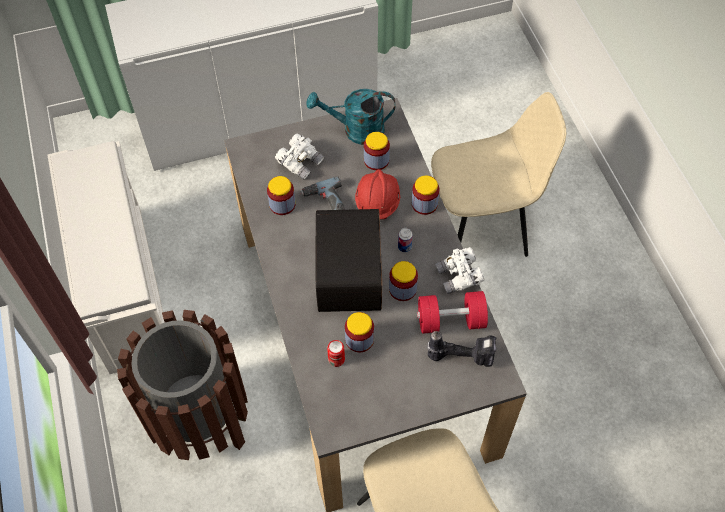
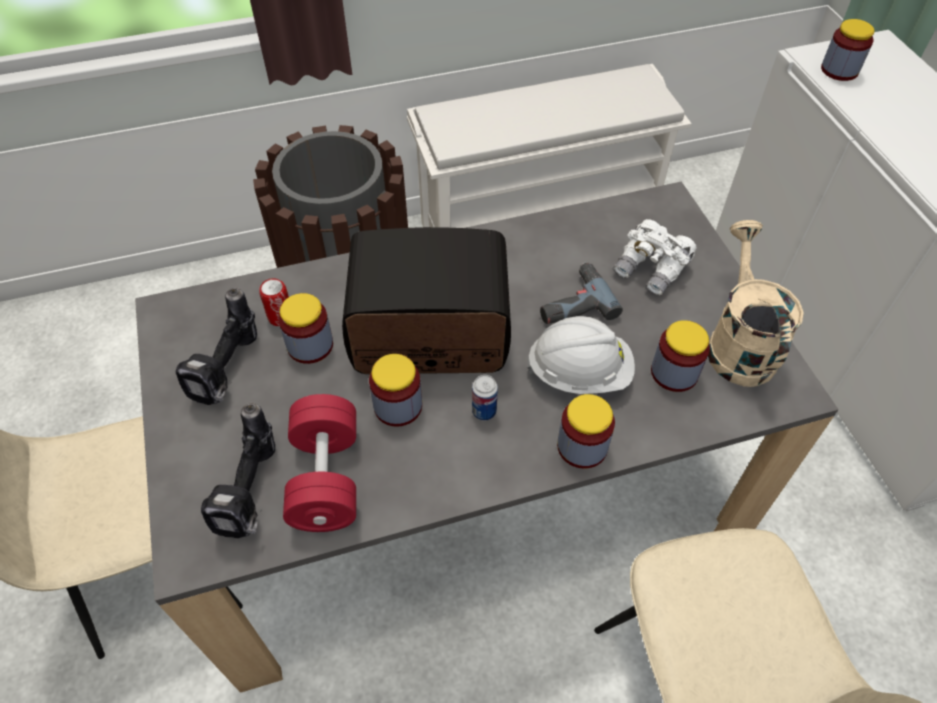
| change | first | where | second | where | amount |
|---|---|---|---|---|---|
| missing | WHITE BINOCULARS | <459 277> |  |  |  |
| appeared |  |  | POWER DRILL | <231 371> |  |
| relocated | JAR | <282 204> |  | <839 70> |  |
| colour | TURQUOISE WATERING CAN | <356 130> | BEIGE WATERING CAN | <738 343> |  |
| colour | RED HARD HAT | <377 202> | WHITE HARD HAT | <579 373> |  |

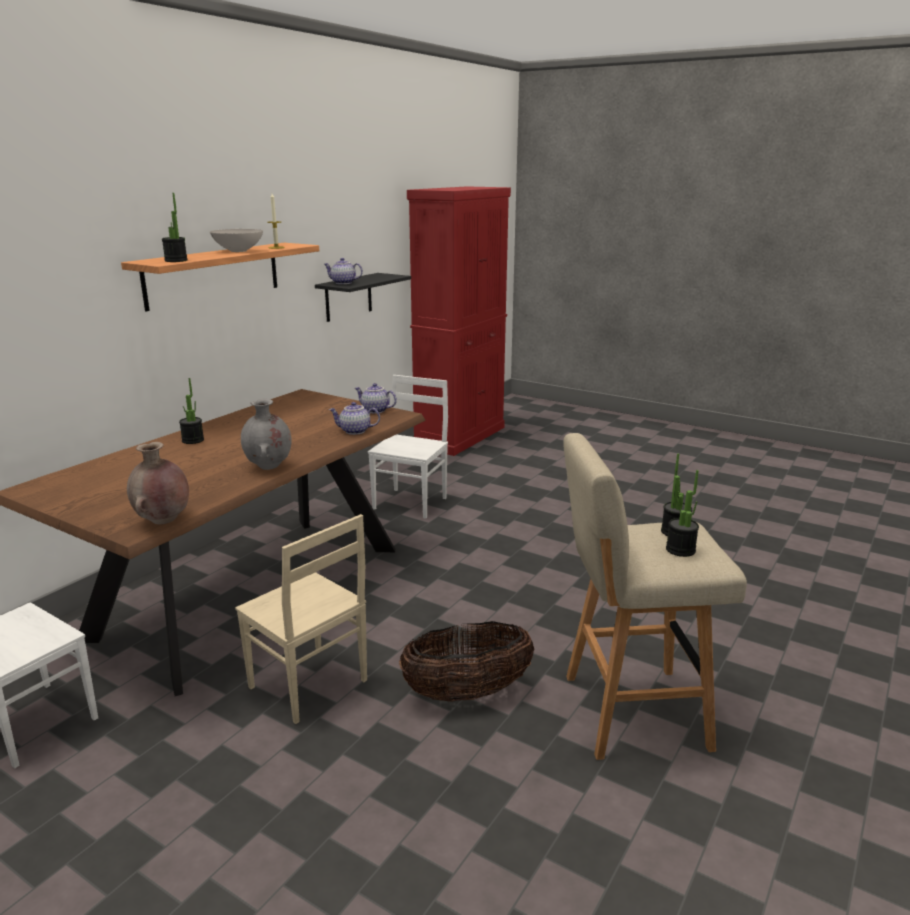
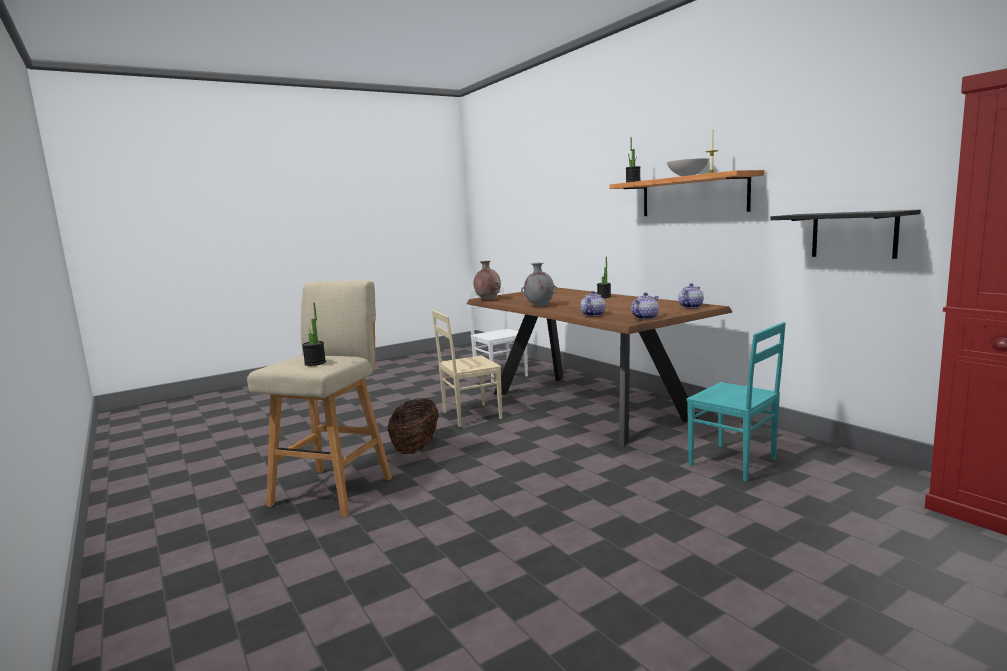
| change | first | where | second | where | amount |
|---|---|---|---|---|---|
| missing | POTTED PLANT | <680 550> |  |  |  |
| relocated | TEAPOT | <343 283> |  | <690 307> |  |
| colour | WHITE CHAIR | <411 503> | TURQUOISE CHAIR | <733 463> |  |

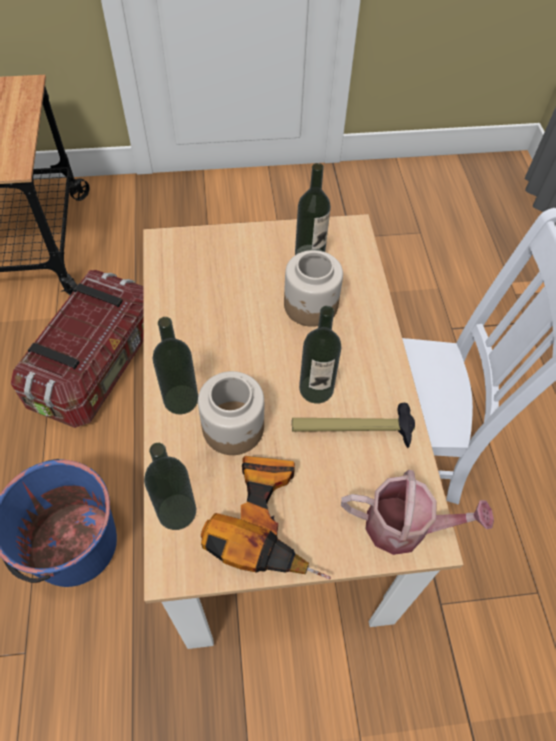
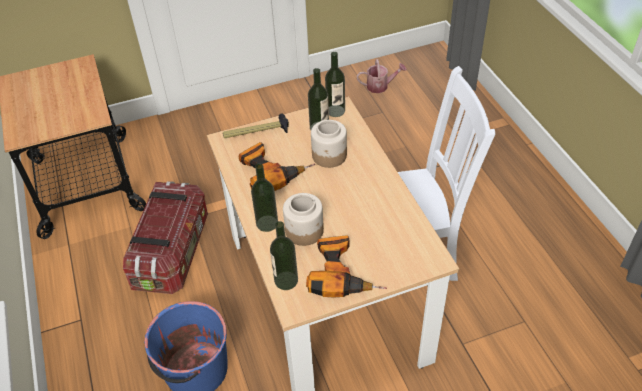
| change | first | where | second | where | amount |
|---|---|---|---|---|---|
| appeared |  |  | POWER DRILL | <271 171> |  |
| relocated | HAMMER | <352 429> |  | <256 132> |  |
| relocated | BOTTLE | <316 389> |  | <335 111> |  |
| relocated | WATERING CAN | <405 526> |  | <380 86> |  |

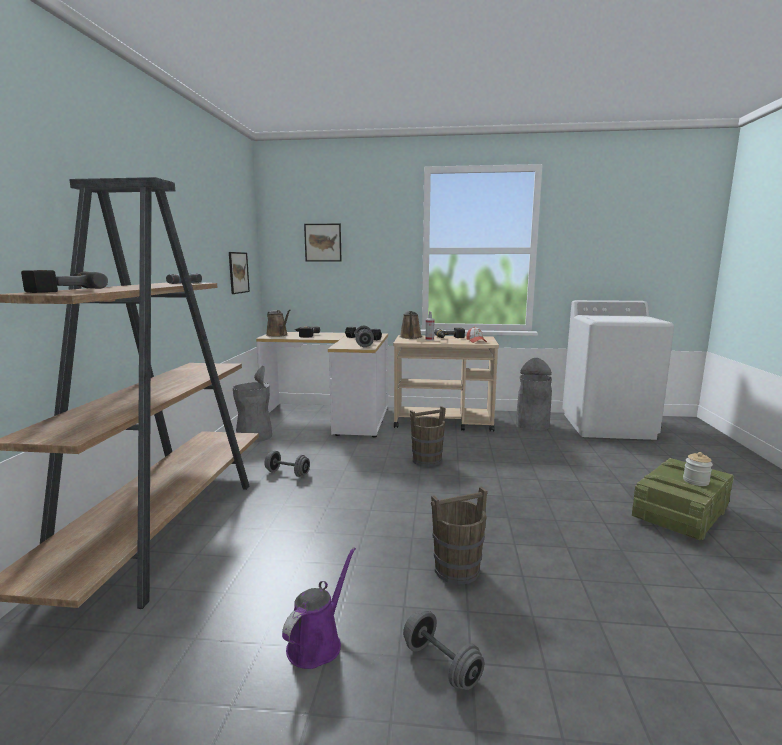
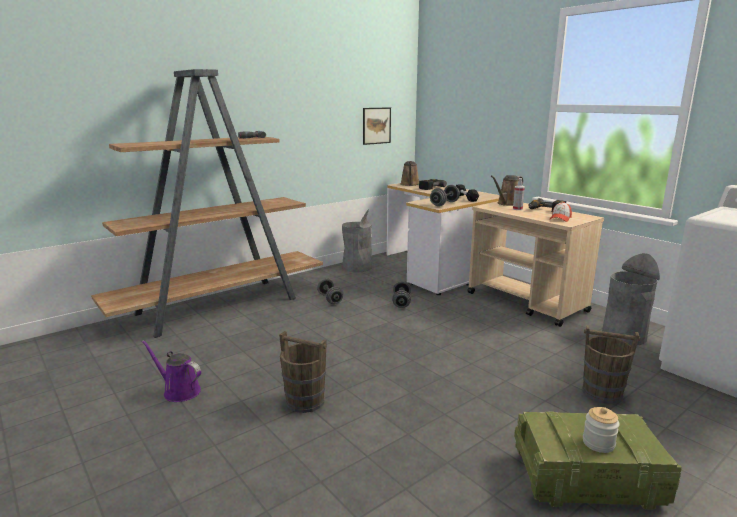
| change | first | where | second | where | amount |
|---|---|---|---|---|---|
| missing | POWER DRILL | <63 291> |  |  |  |
| missing | PICTURE | <323 242> |  |  |  |
| relocated | GREY DUMBBELL | <441 665> |  | <401 302> |  |
| relocated | BROWN BUCKET | <427 460> |  | <602 393> |  |
| spun | PURPLE WATERING CAN | <317 643> |  | <179 391> | 135 degrees counterclockwise |

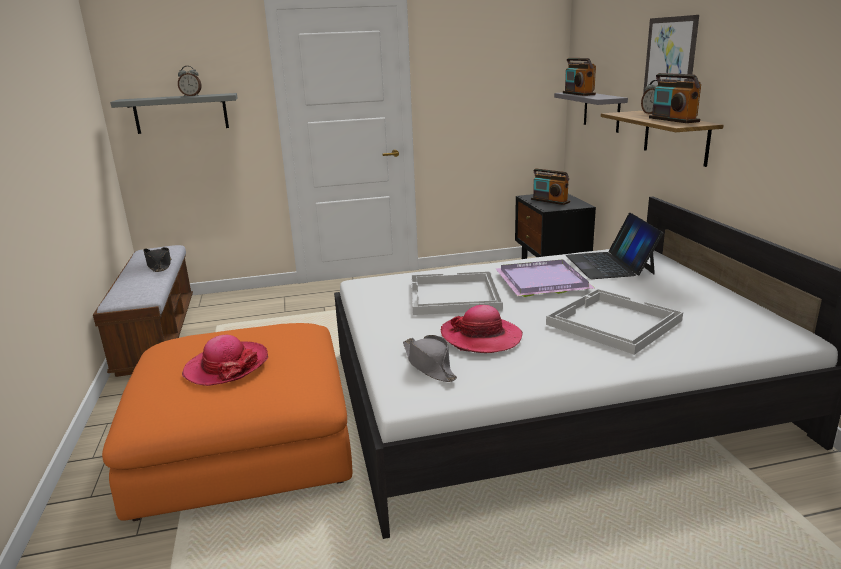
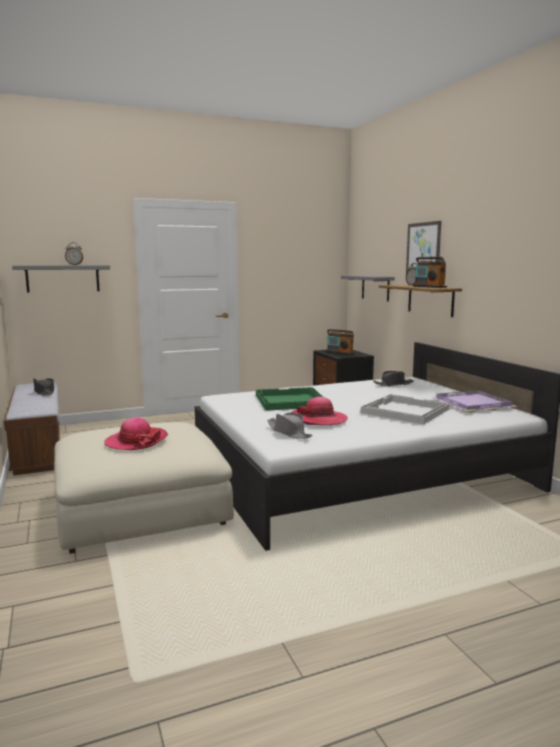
| change | first | where | second | where | amount |
|---|---|---|---|---|---|
| missing | RADIO | <578 94> |  |  |  |
| relocated | PURPLE TRAY | <541 282> |  | <472 404> |  |
| exchanged | LAPTOP | <610 264> | BLACK HAT | <393 384> |  |
| colour | ORANGE OTTOMAN | <245 444> | BEIGE OTTOMAN | <141 508> |  |
| colour | WHITE TRAY | <453 296> | GREEN TRAY | <290 401> |  |

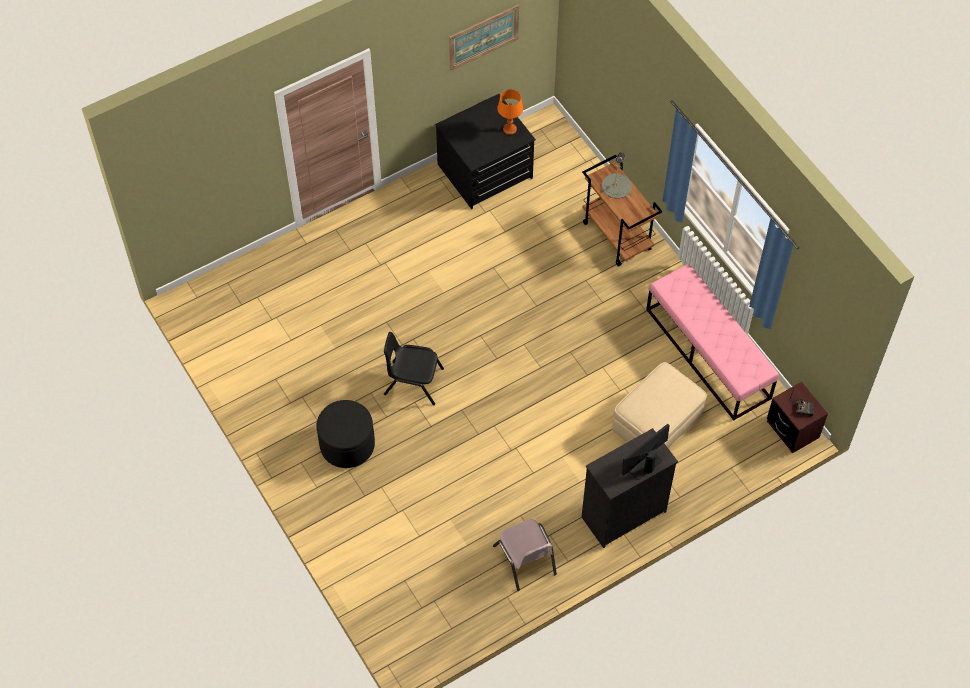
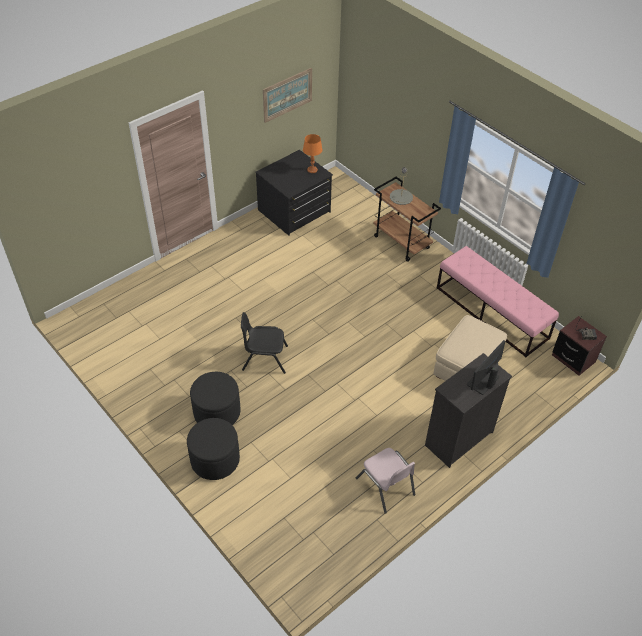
| change | first | where | second | where | amount |
|---|---|---|---|---|---|
| appeared |  |  | BLACK OTTOMAN | <215 459> |  |

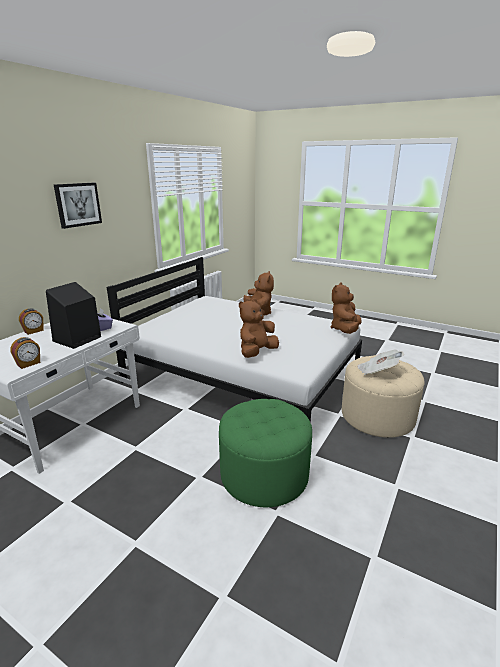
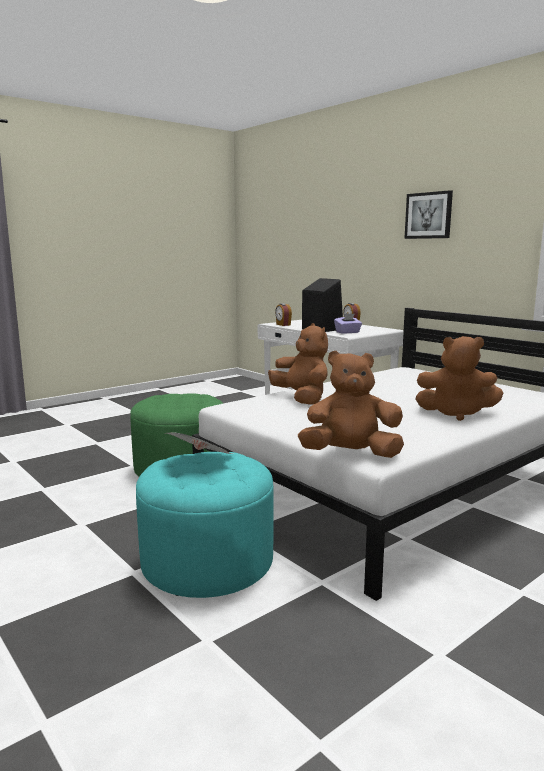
| change | first | where | second | where | amount |
|---|---|---|---|---|---|
| colour | BEIGE OTTOMAN | <377 416> | TURQUOISE OTTOMAN | <207 562> |  |
| spun | BROWN PLUSH TOY | <345 330> |  | <351 454> | 45 degrees counterclockwise |

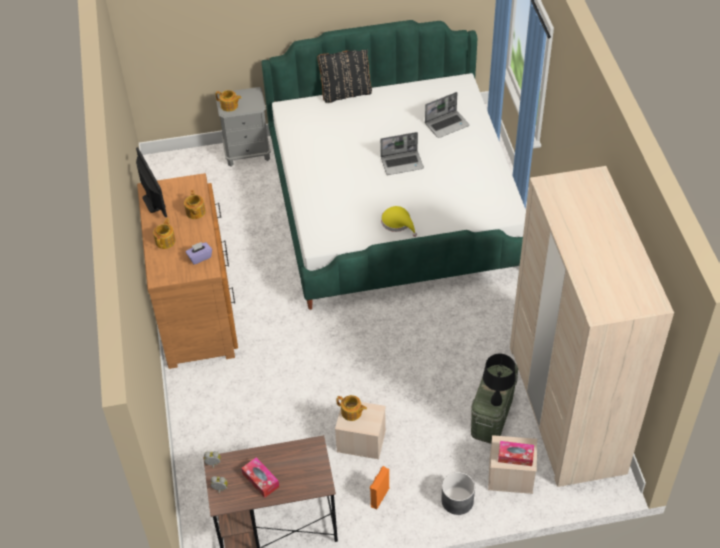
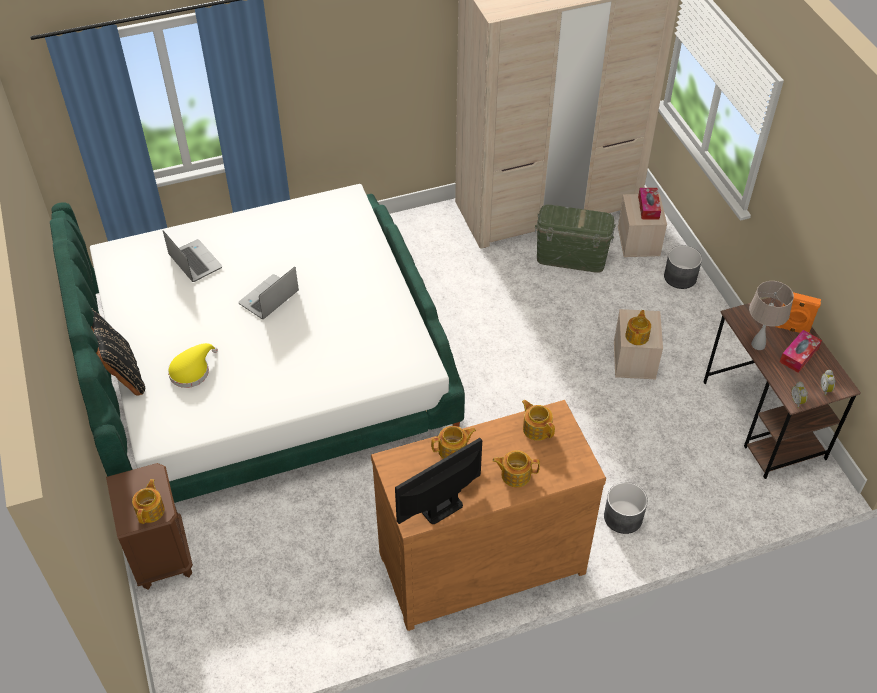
| change | first | where | second | where | amount |
|---|---|---|---|---|---|
| missing | BLACK TABLE LAMP | <496 401> |  |  |  |
| appeared |  |  | GREY PLANTER | <623 517> |  |
| appeared |  |  | BEIGE TABLE LAMP | <758 344> |  |
| relocated | ORANGE SPEAKER | <379 497> |  | <792 329> |  |
| relocated | YELLOW HAT | <398 223> |  | <192 370> |  |
| exchanged | PURPLE TISSUE BOX | <200 257> | TEAPOT | <536 428> |  |
| colour | GREY NIGHTSTAND | <247 152> | BROWN NIGHTSTAND | <161 555> |  |
| spun | LAPTOP | <402 163> |  | <269 299> | 120 degrees counterclockwise |

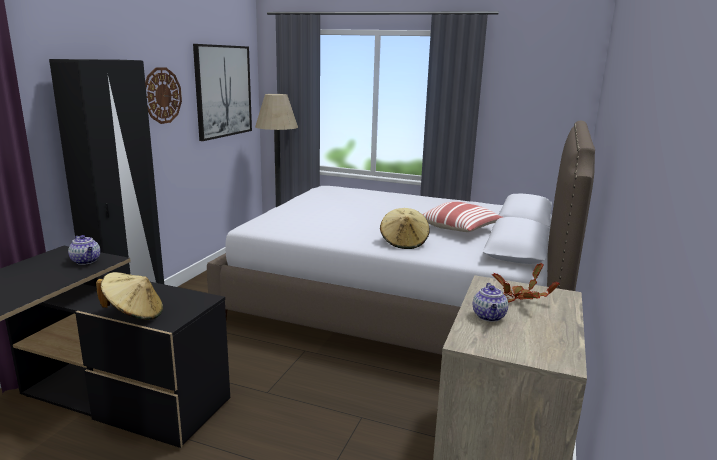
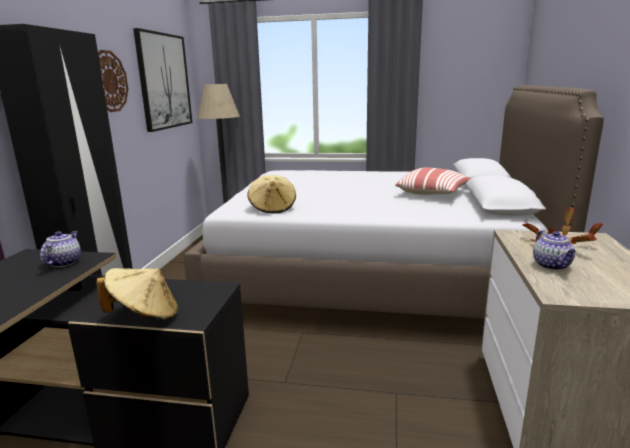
| change | first | where | second | where | amount |
|---|---|---|---|---|---|
| relocated | BEIGE HAT | <404 242> |  | <272 208> |  |
| spun | TEAPOT | <86 261> |  | <64 262> | 120 degrees counterclockwise |

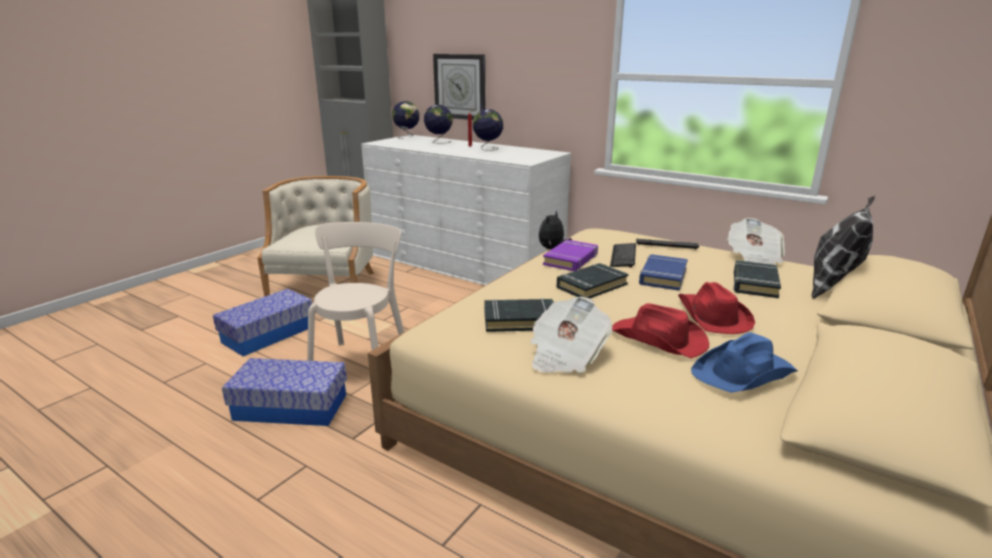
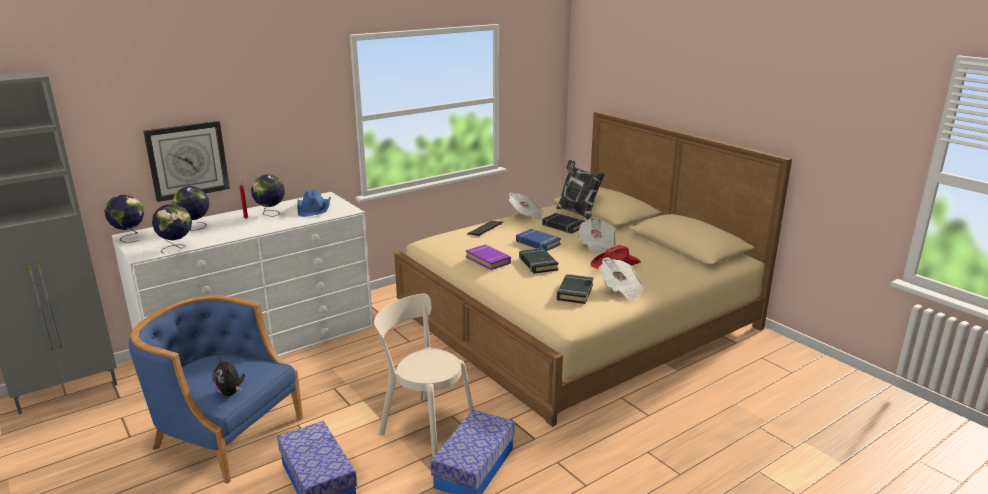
| change | first | where | second | where | amount |
|---|---|---|---|---|---|
| missing | KEYBOARD | <623 256> |  |  |  |
| appeared |  |  | GLOBE | <177 248> |  |
| relocated | PLUSH TOY | <552 248> |  | <230 393> |  |
| relocated | BLUE HAT | <744 373> |  | <314 208> |  |
| exchanged | RED HAT | <712 316> | NEWSPAPER | <596 246> |  |
| colour | BEIGE ARMCHAIR | <327 286> | BLUE ARMCHAIR | <224 434> |  |

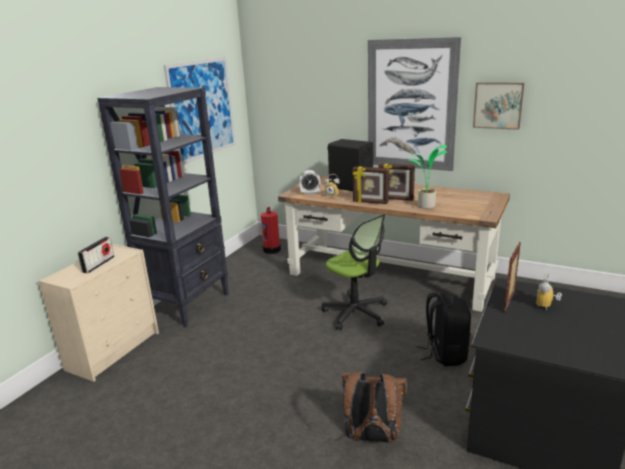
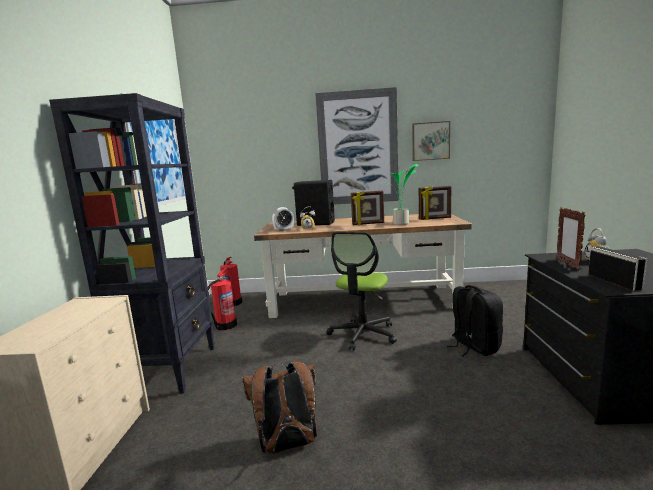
| change | first | where | second | where | amount |
|---|---|---|---|---|---|
| appeared |  |  | FIRE EXTINGUISHER | <225 326> |  |
| relocated | RADIO | <98 264> |  | <614 281> |  |
| relocated | BROWN BACKPACK | <372 437> |  | <287 445> |  |
| relocated | PICTURE FRAME | <370 202> |  | <435 218> |  |
| spun | OFFICE CHAIR | <356 313> |  | <363 334> | 90 degrees clockwise |

